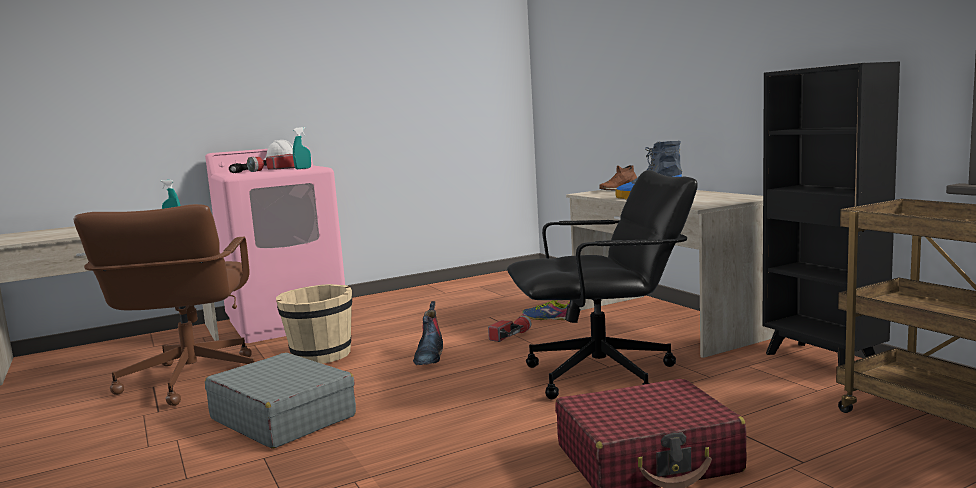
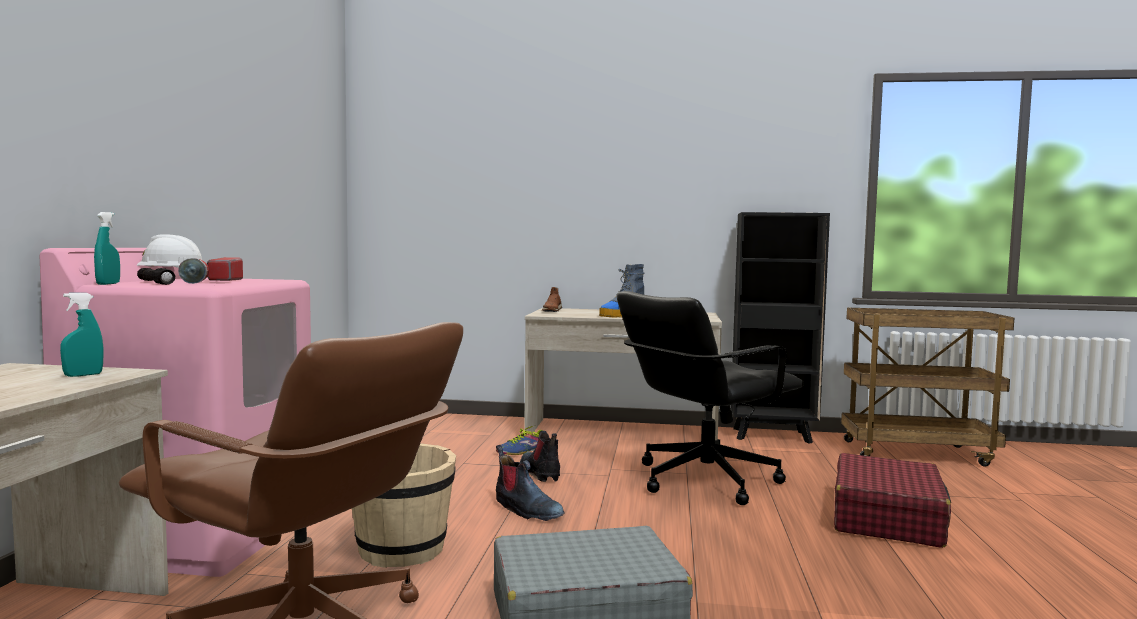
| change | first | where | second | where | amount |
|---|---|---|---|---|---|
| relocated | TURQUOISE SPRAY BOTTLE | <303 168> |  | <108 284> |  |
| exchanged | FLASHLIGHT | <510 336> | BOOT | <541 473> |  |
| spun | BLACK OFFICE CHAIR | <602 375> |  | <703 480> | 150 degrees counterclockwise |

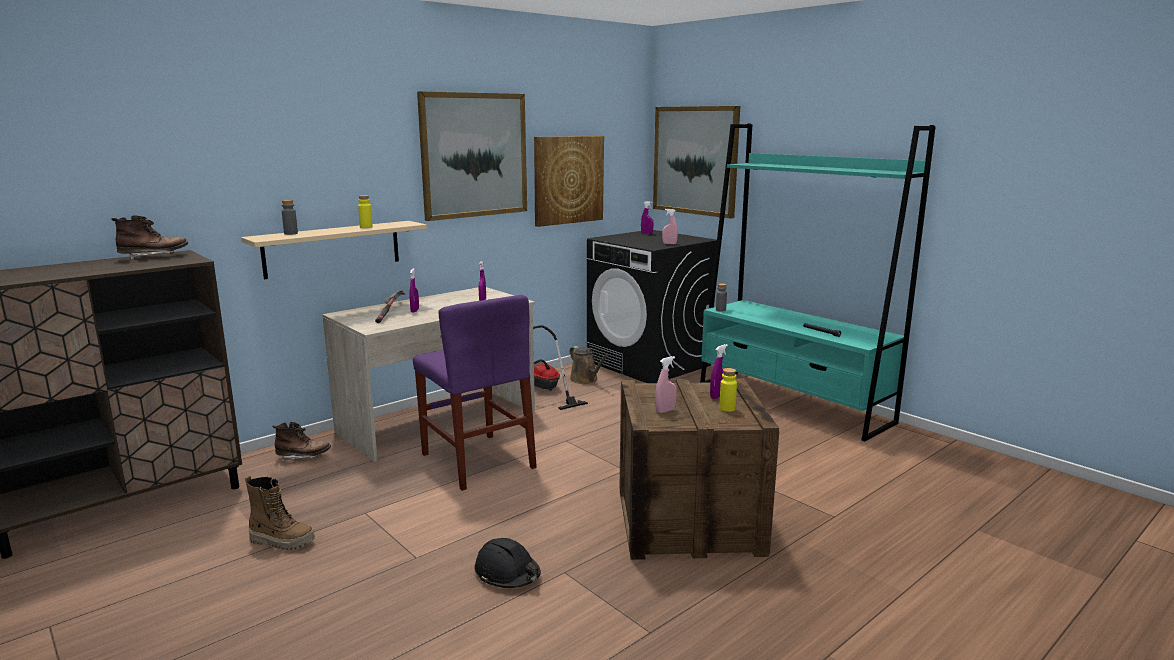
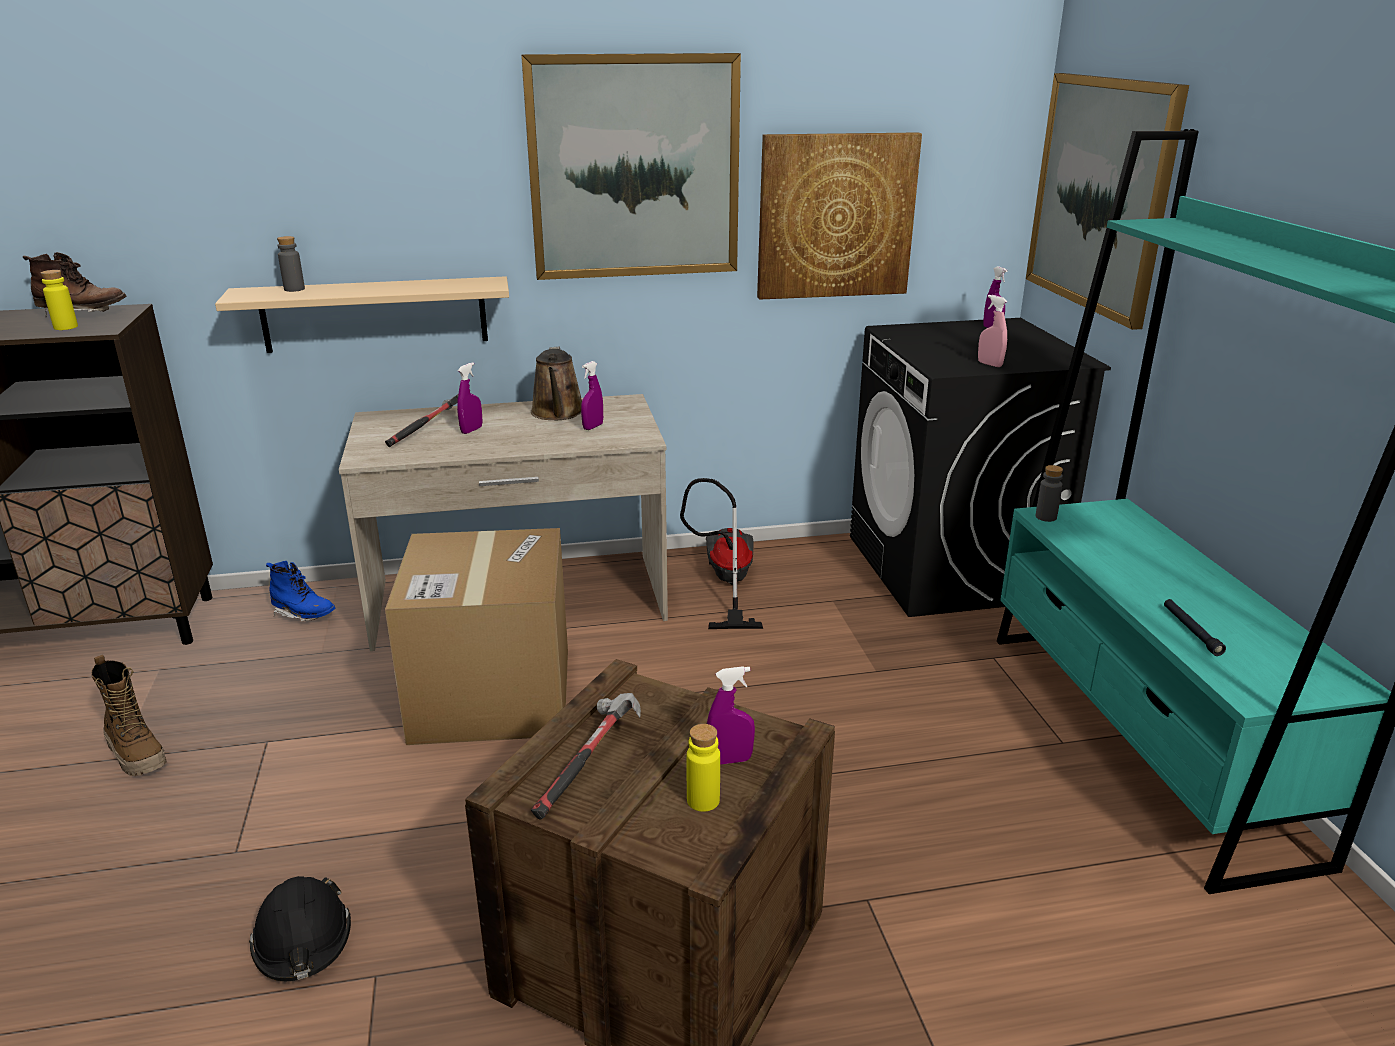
| change | first | where | second | where | amount |
|---|---|---|---|---|---|
| relocated | YELLOW BOTTLE | <366 227> |  | <66 327> |  |
| relocated | BROWN WATERING CAN | <585 380> |  | <558 413> |  |
| exchanged | PURPLE CHAIR | <477 460> | CARDBOARD BOX | <492 694> |  |
| exchanged | PINK SPRAY BOTTLE | <665 411> | HAMMER | <590 765> |  |
| colour | BROWN BOOT | <303 457> | BLUE BOOT | <304 615> |  |

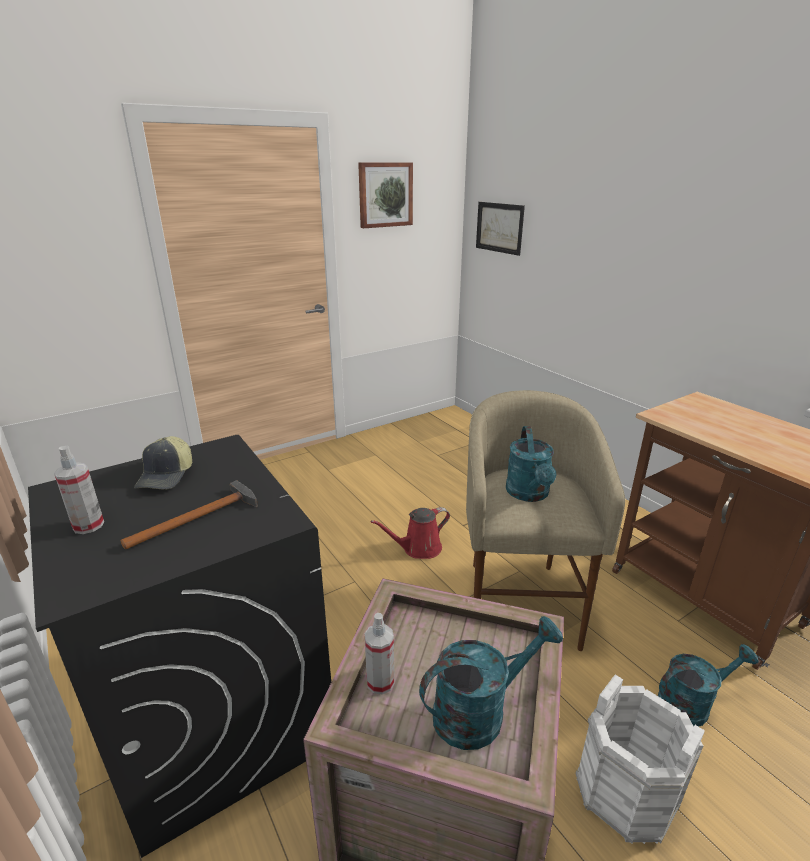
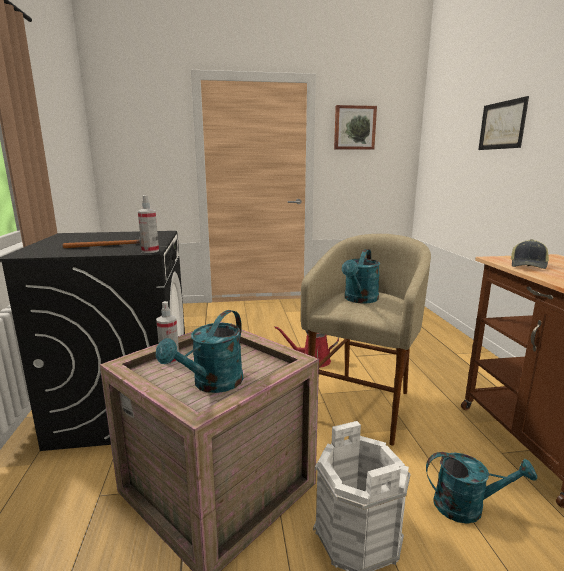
| change | first | where | second | where | amount |
|---|---|---|---|---|---|
| relocated | SPRAY BOTTLE | <88 525> |  | <150 251> |  |
| relocated | CAP | <167 476> |  | <529 265> |  |
| relocated | PICTURE | <499 227> |  | <502 125> |  |
| spun | TURQUOISE WATERING CAN | <480 711> |  | <212 384> | 120 degrees clockwise |

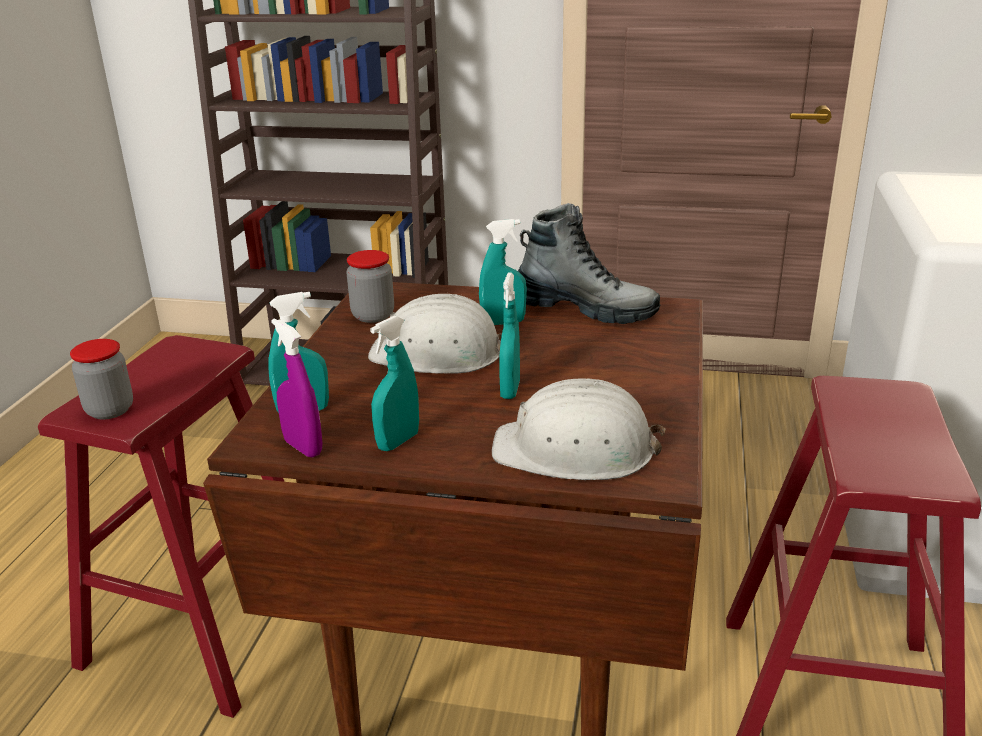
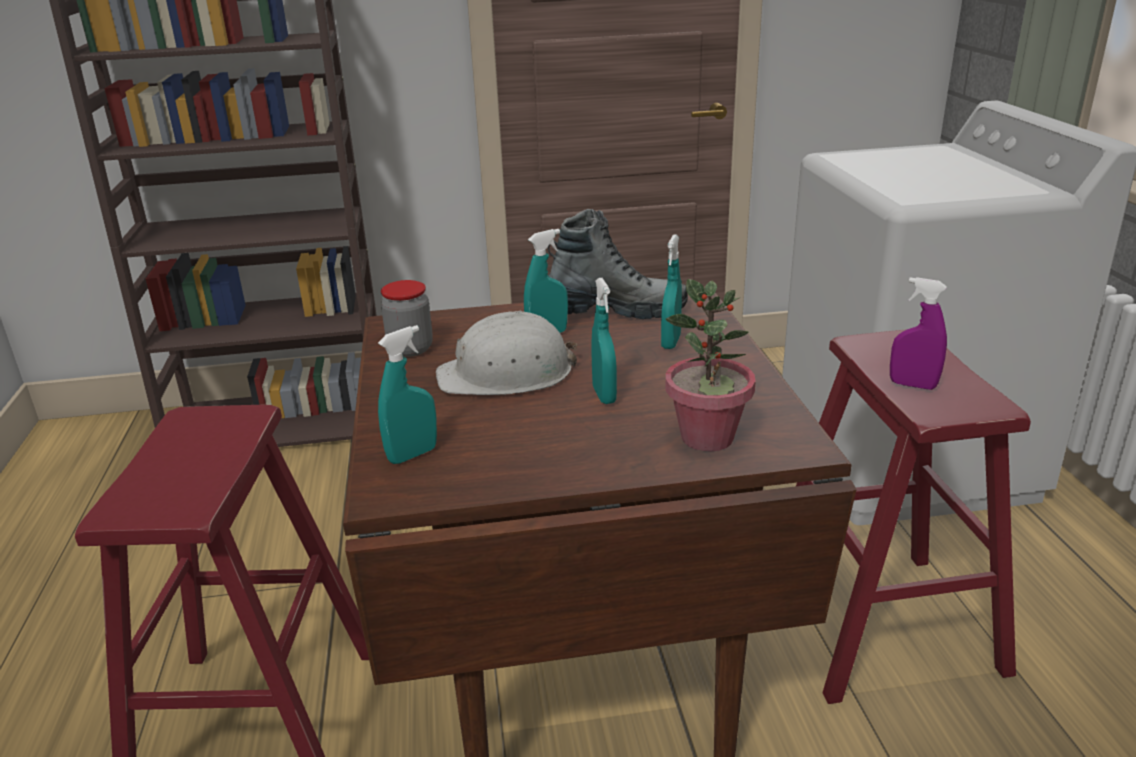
| change | first | where | second | where | amount |
|---|---|---|---|---|---|
| missing | JAR | <110 410> |  |  |  |
| relocated | PURPLE SPRAY BOTTLE | <303 447> |  | <912 385> |  |
| relocated | TURQUOISE SPRAY BOTTLE | <398 441> |  | <671 342> |  |
| exchanged | WHITE HARD HAT | <575 450> | POTTED PLANT | <707 438> |  |

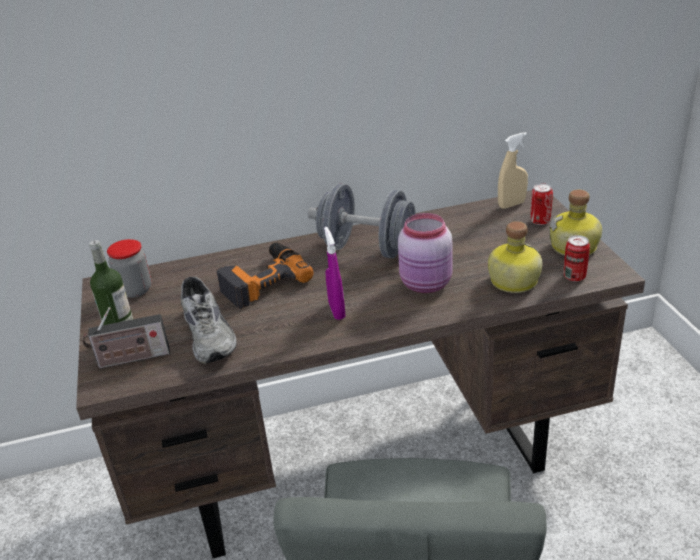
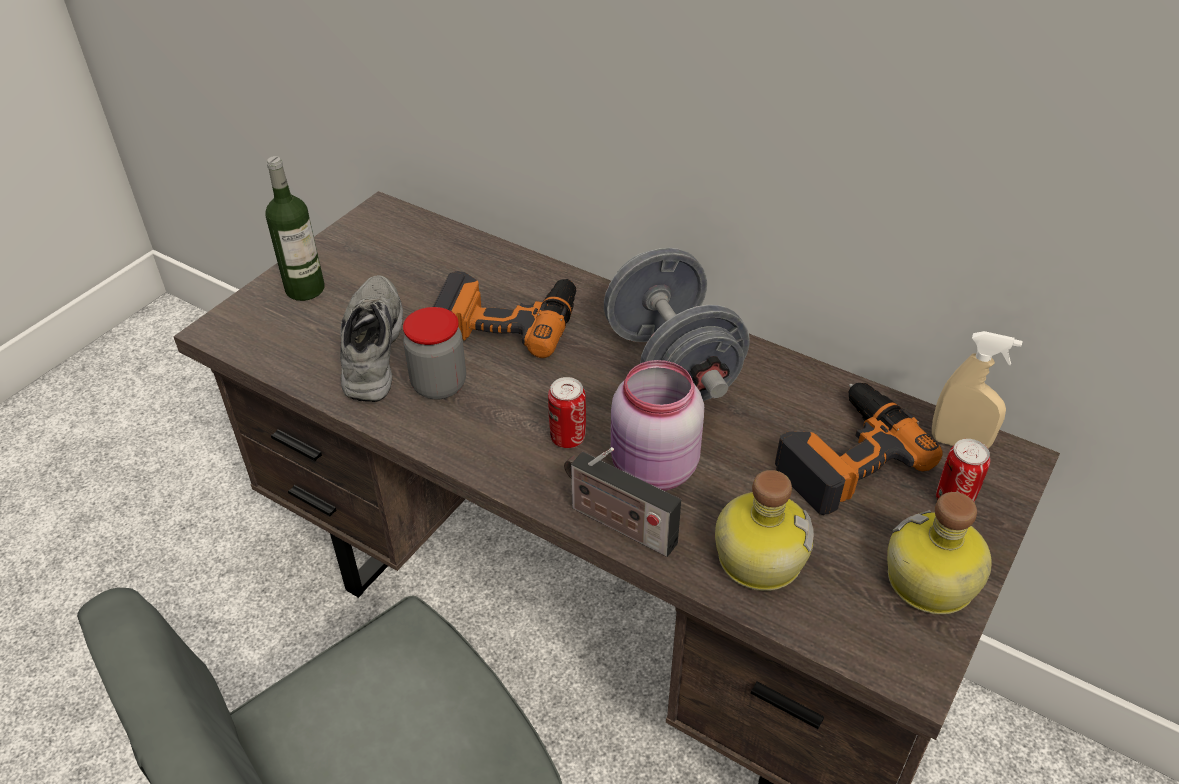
| change | first | where | second | where | amount |
|---|---|---|---|---|---|
| missing | PURPLE SPRAY BOTTLE | <337 311> |  |  |  |
| appeared |  |  | POWER DRILL | <845 455> |  |
| relocated | RADIO | <130 359> |  | <617 524> |  |
| relocated | JAR | <135 290> |  | <439 385> |  |
| relocated | CAN | <574 277> |  | <568 438> |  |
| spun | GREY SHOE | <211 335> |  | <368 348> | 150 degrees clockwise |

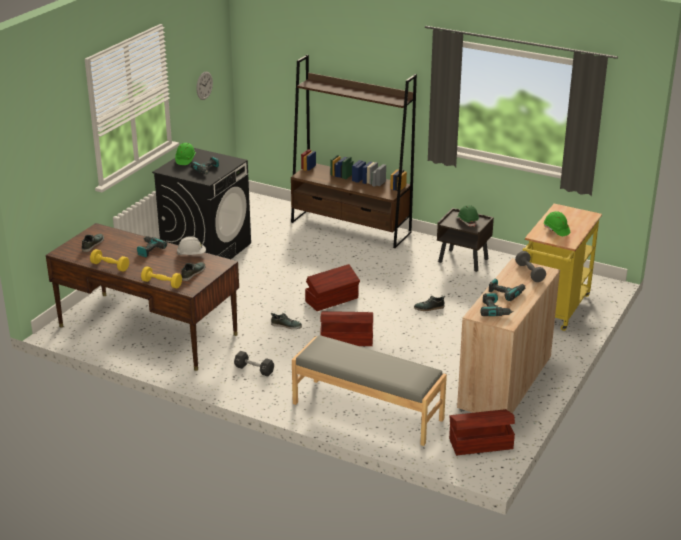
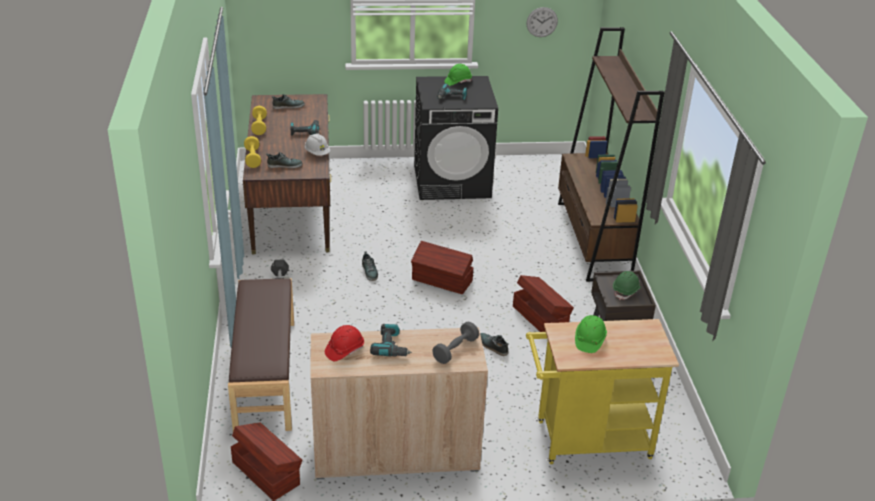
| change | first | where | second | where | amount |
|---|---|---|---|---|---|
| relocated | BROWN STORAGE BOX | <346 339> |  | <540 317> |  |
| exchanged | POWER DRILL | <494 310> | RED HARD HAT | <344 350> |  |
| colour | GREY BENCH | <367 411> | BROWN BENCH | <264 374> |  |

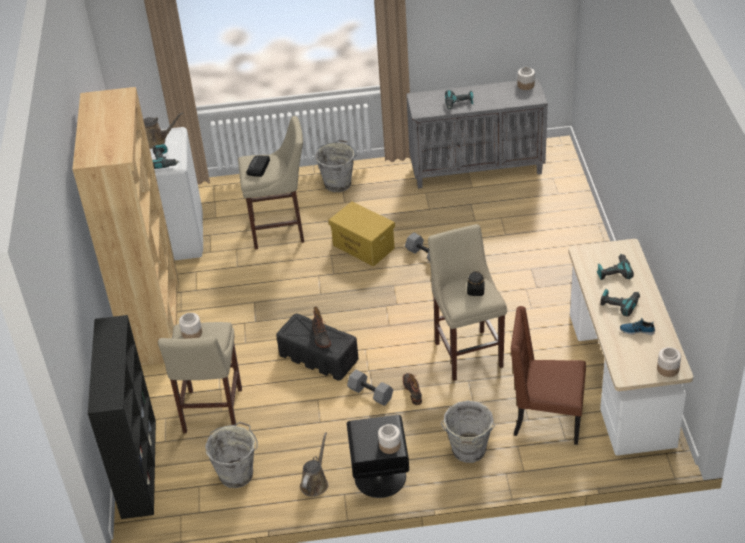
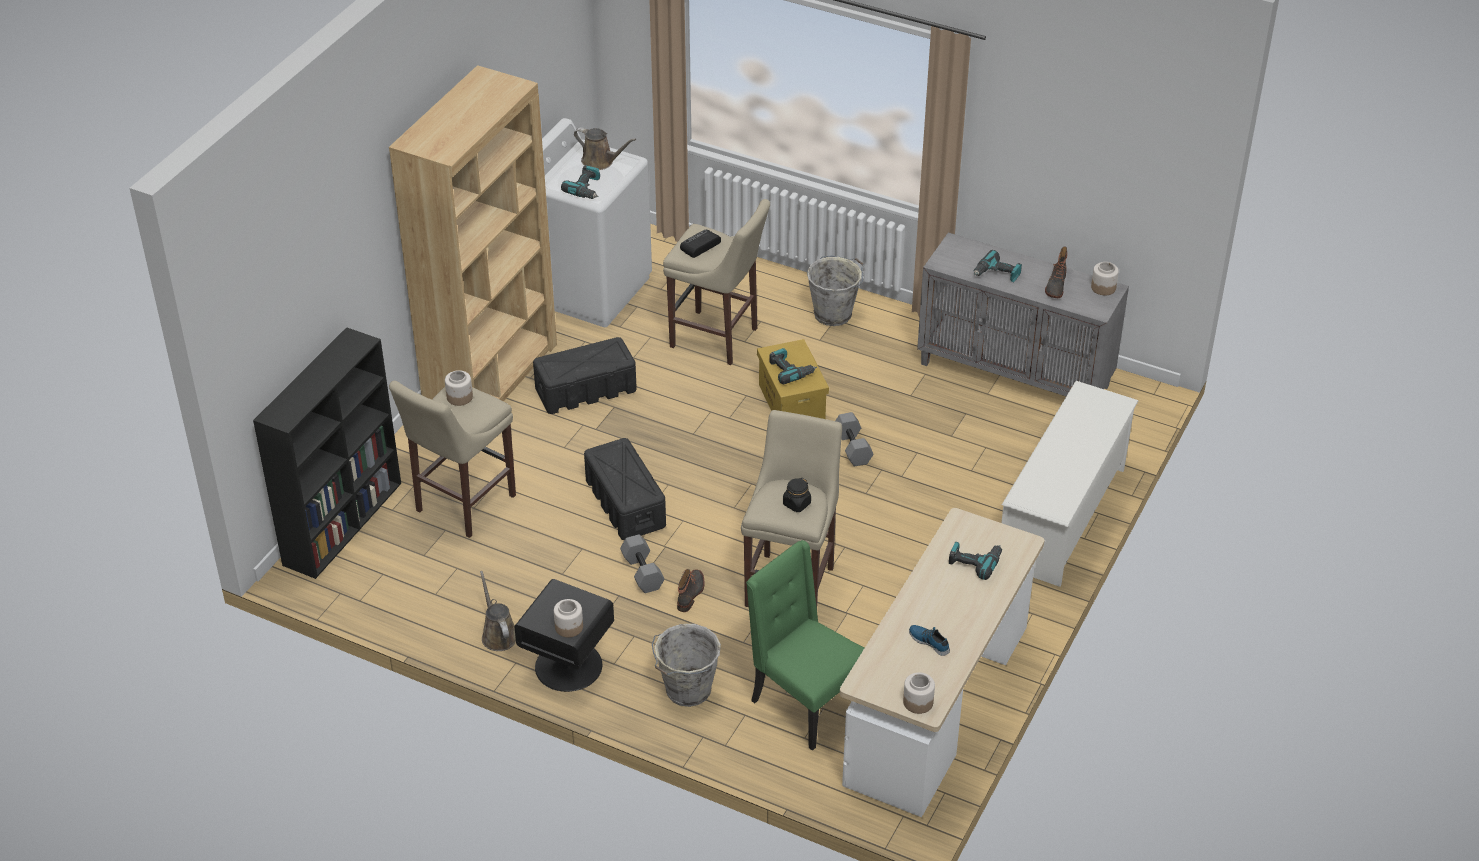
| change | first | where | second | where | amount |
|---|---|---|---|---|---|
| missing | GREY BUCKET | <237 473> |  |  |  |
| appeared |  |  | BLACK STORAGE BOX | <586 390> |  |
| appeared |  |  | WHITE SHOE RACK | <1062 516> |  |
| relocated | BOOT | <320 337> |  | <1055 286> |  |
| relocated | POWER DRILL | <619 304> |  | <790 371> |  |
| colour | BROWN CHAIR | <545 419> | GREEN CHAIR | <805 703> |  |
| spun | BROWN WATERING CAN | <315 482> |  | <498 634> | 75 degrees counterclockwise |

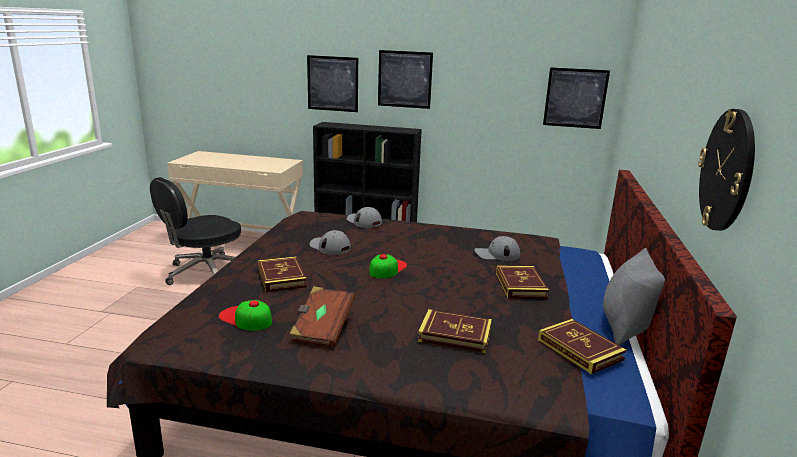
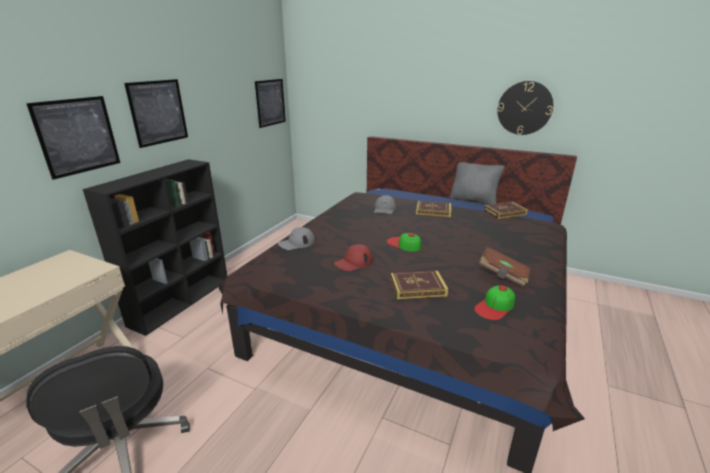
| change | first | where | second | where | amount |
|---|---|---|---|---|---|
| missing | BOOK | <455 335> |  |  |  |
| colour | GREY CAP | <330 247> | RED CAP | <353 262> |  |

